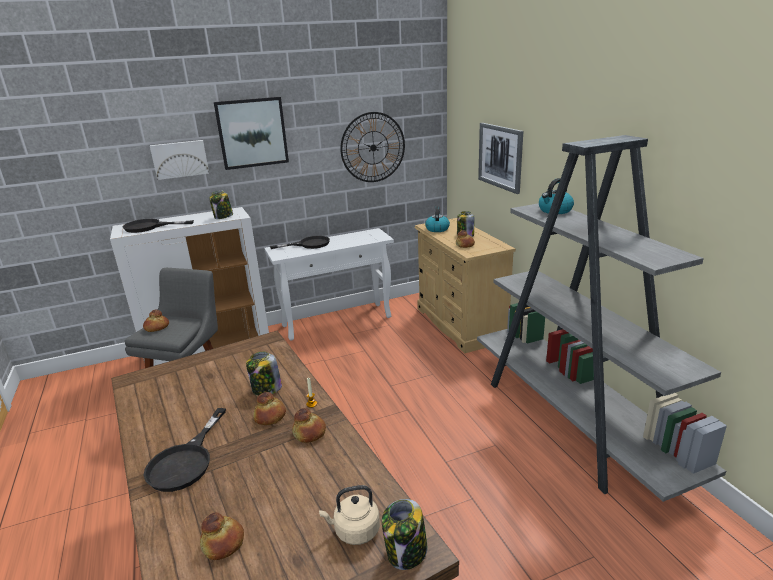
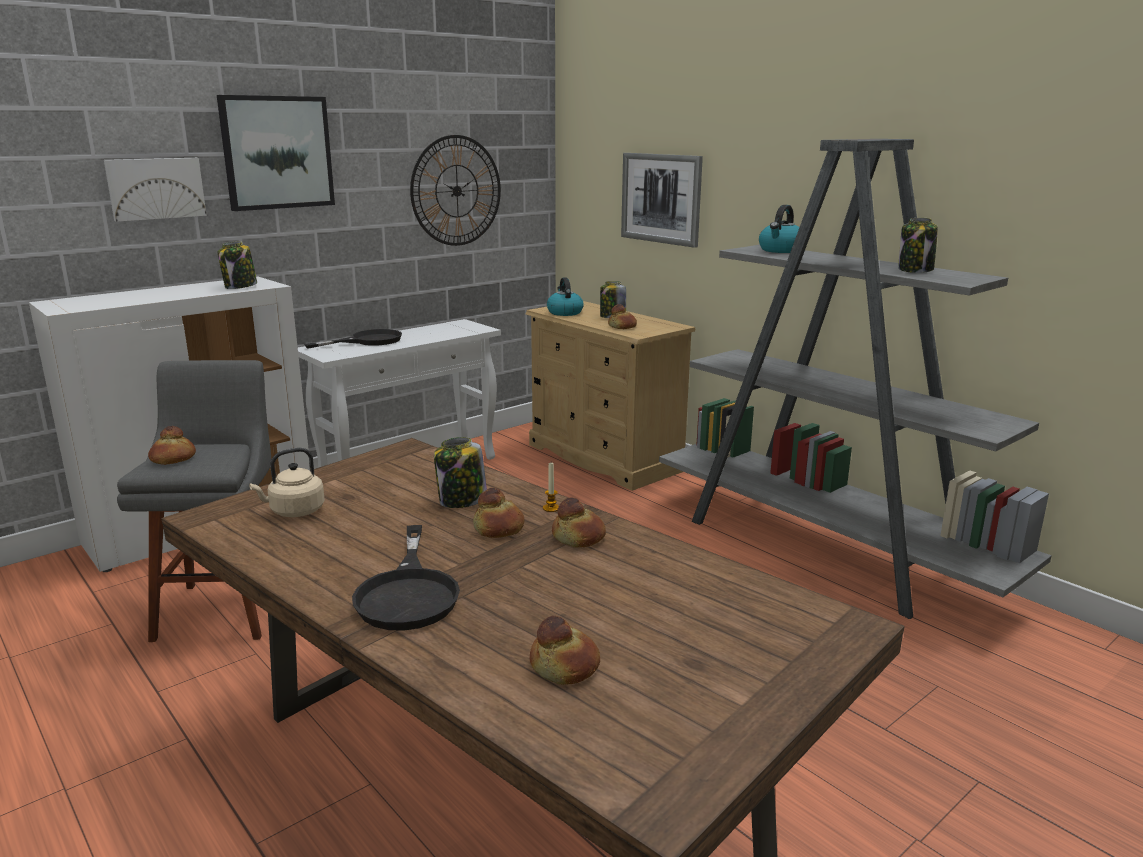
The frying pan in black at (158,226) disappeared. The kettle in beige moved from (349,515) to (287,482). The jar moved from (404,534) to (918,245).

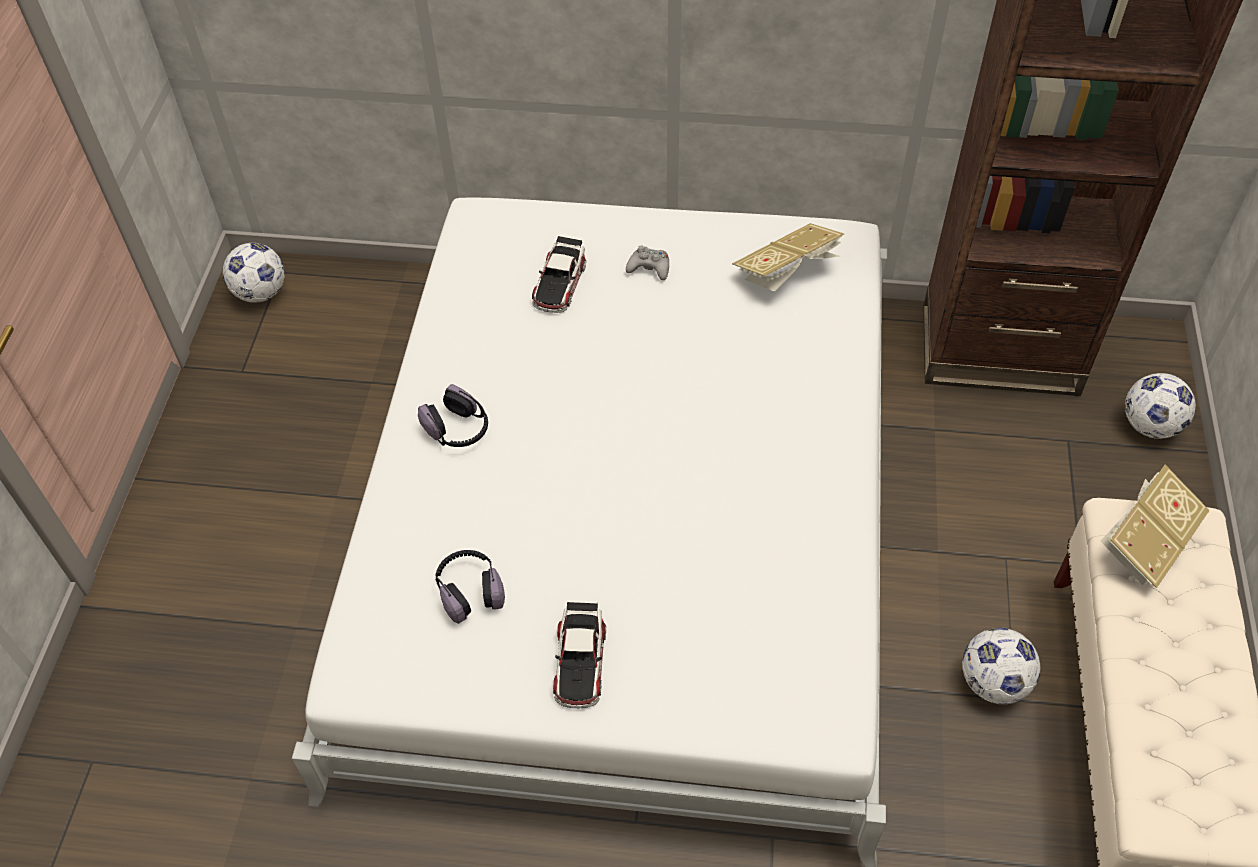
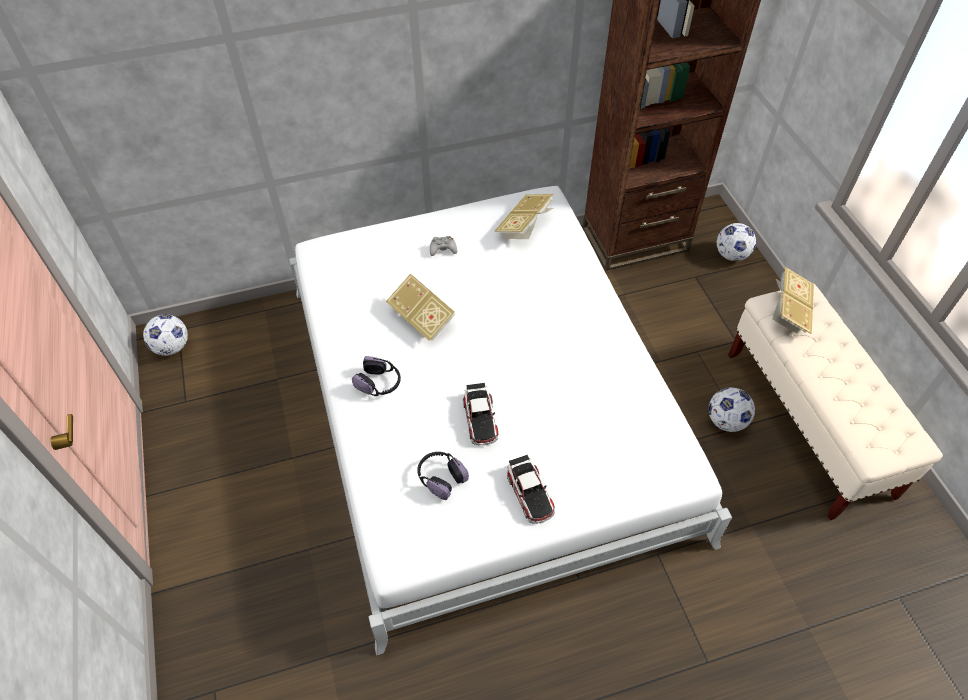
The toy car moved from (559,274) to (480,414). The book at (420,307) appeared.

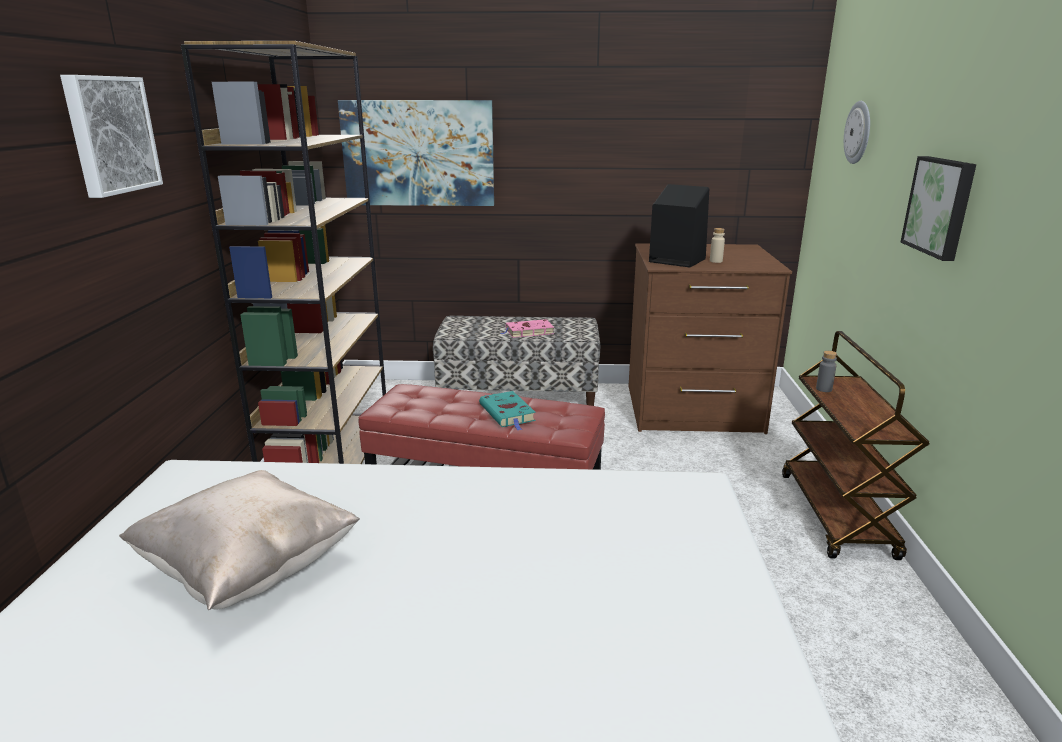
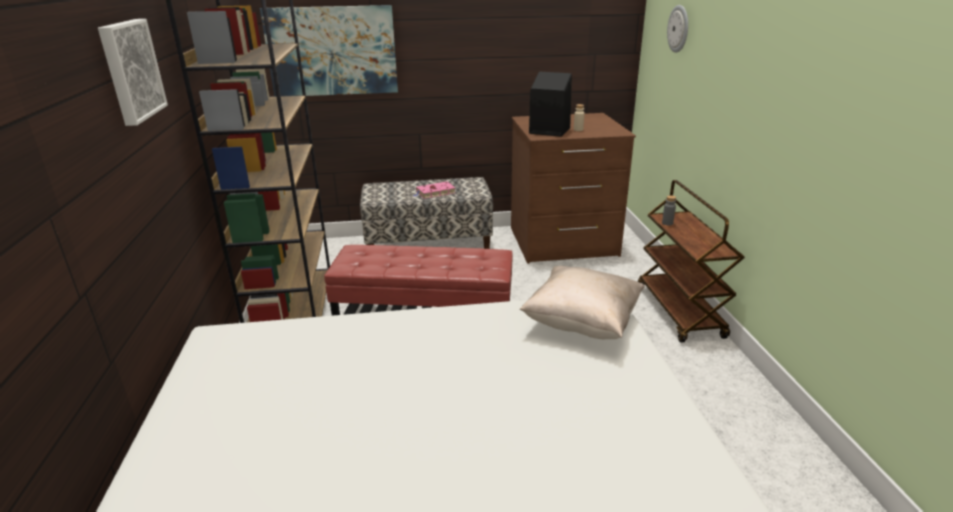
The pillow in beige moved from (239,540) to (582,302). The book in turquoise at (507,410) disappeared. The picture at (938,208) disappeared.

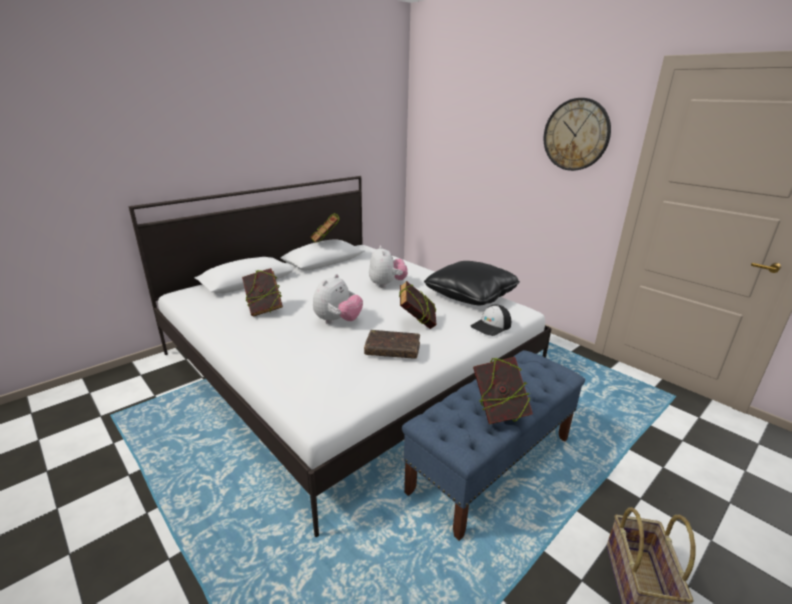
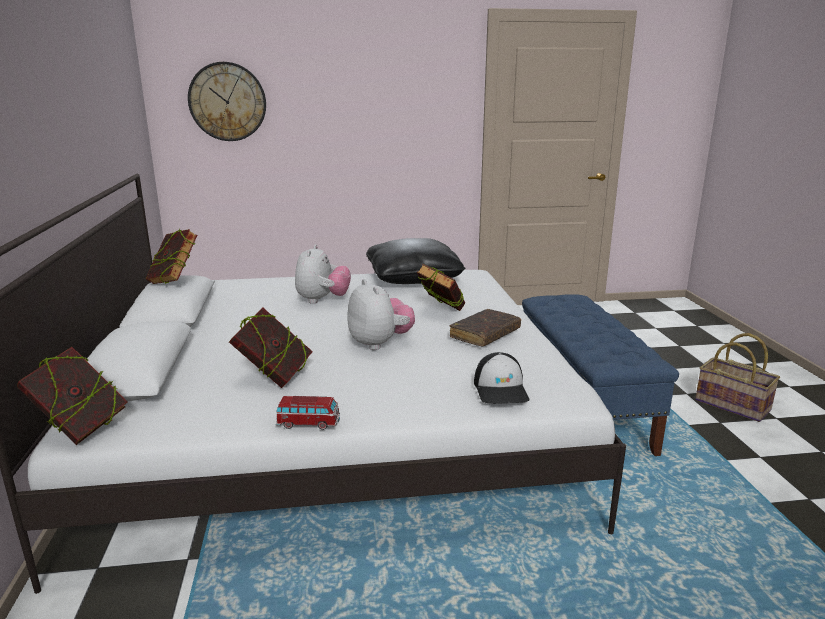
The plush toy at (388,266) turned 75 degrees clockwise. The cap moved from (491,320) to (502,378). The book moved from (503,390) to (72,396). The wall clock moved from (577,134) to (227,101). The toy car at (307,413) appeared.

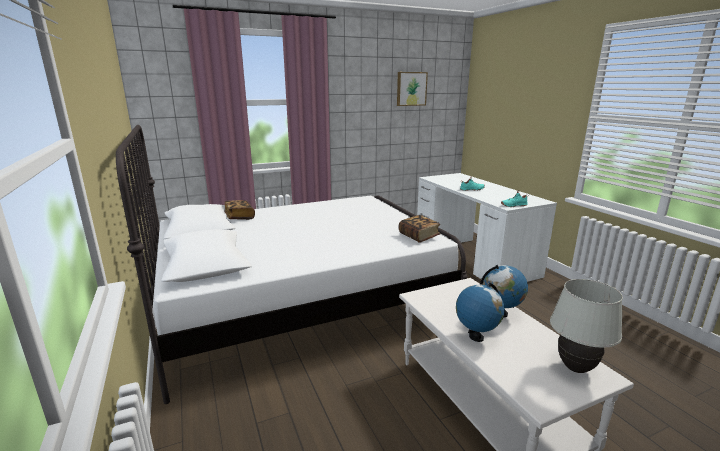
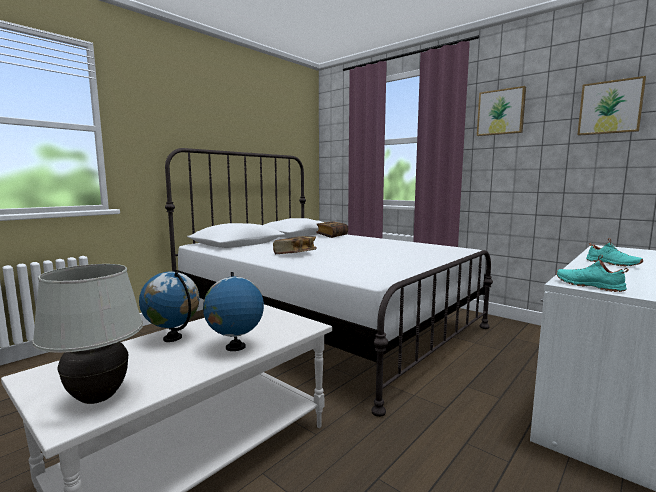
The book moved from (420,229) to (295,245). The picture at (501,111) appeared.

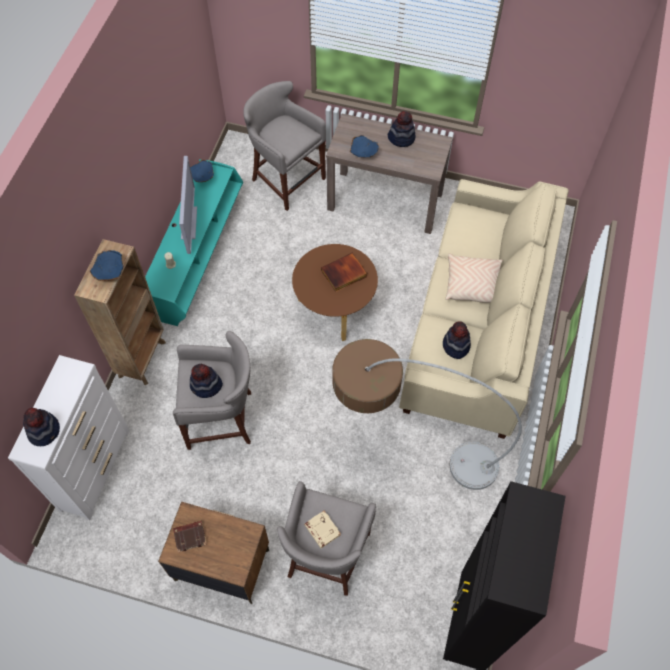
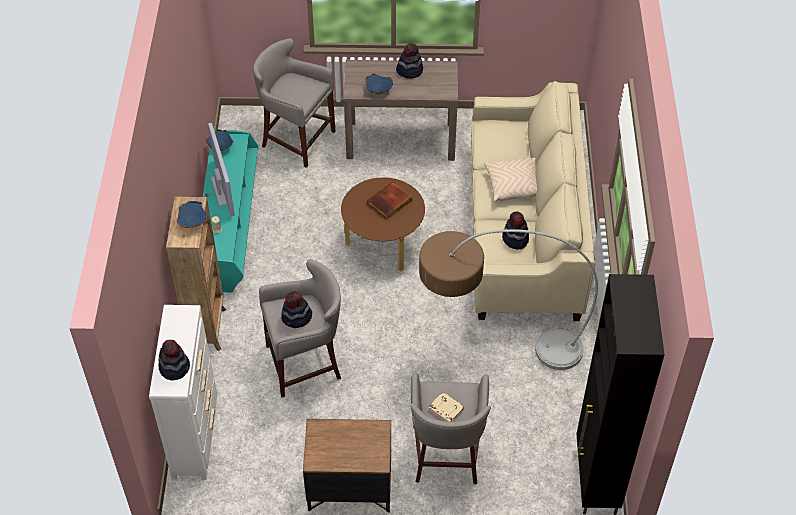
The book in brown at (190,536) disappeared.

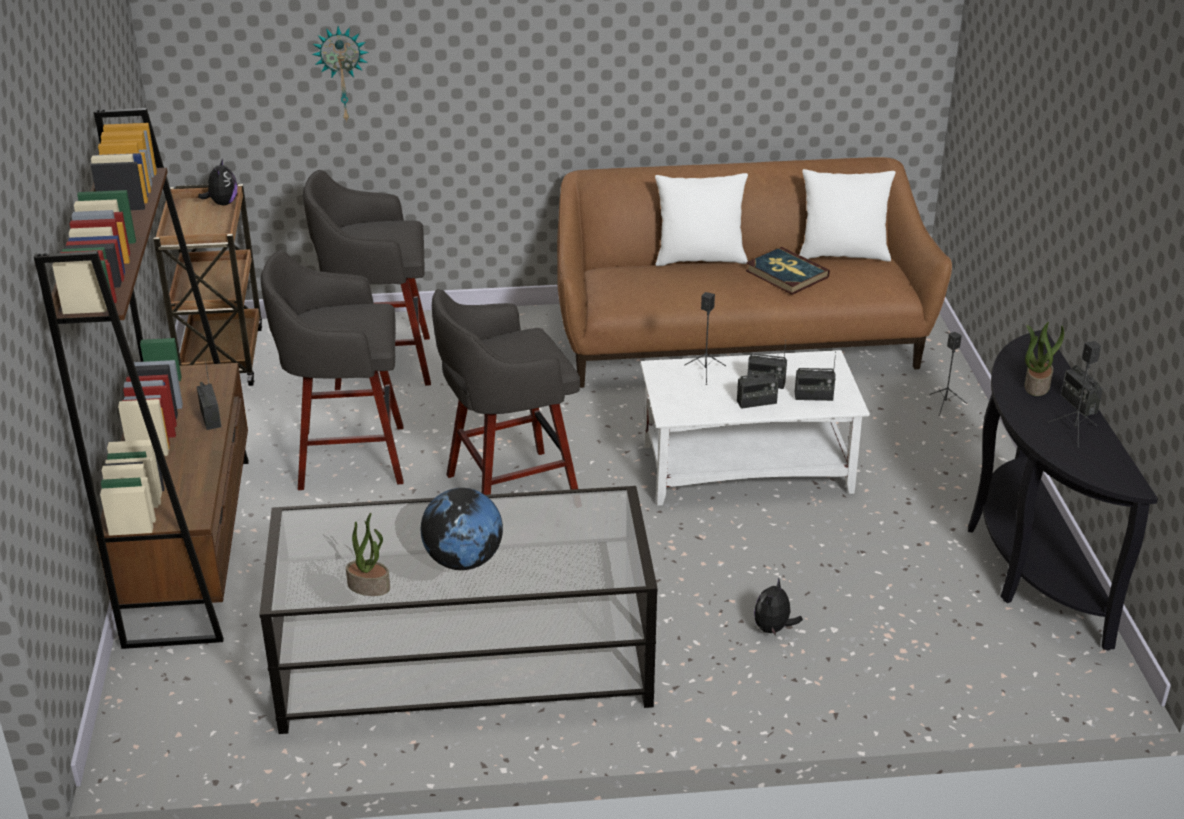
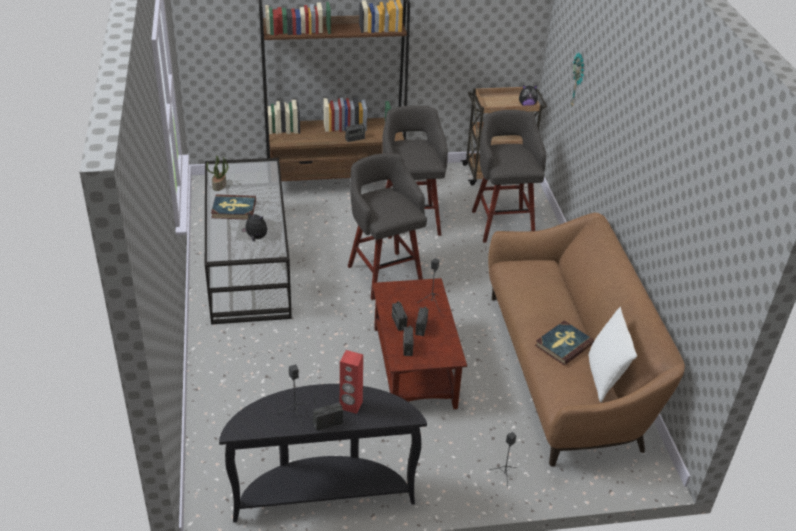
The globe at (462,529) was replaced by the book at (233,207). The coffee table in white at (755,428) became the coffee table in brown at (419,343). The pillow in white at (701,219) disappeared. The plush toy moved from (778,606) to (254,227). The potted plant at (1044,359) was replaced by the speaker in red at (351,382).

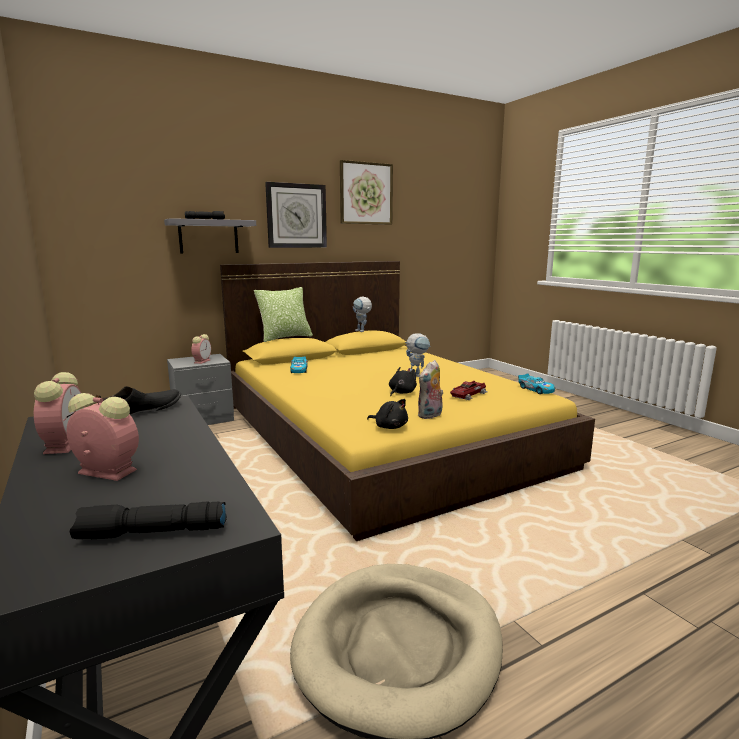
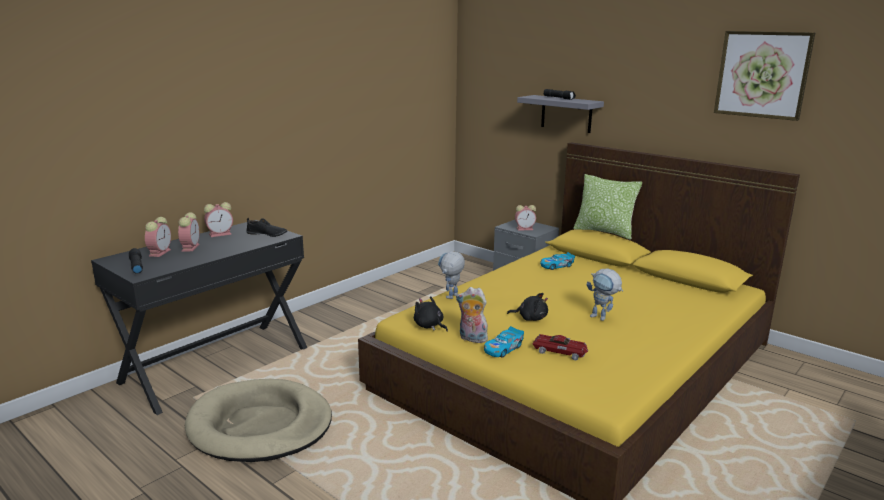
The wall clock at (296,215) disappeared. The toy robot moved from (362,314) to (451,275). The plush toy in black at (387,414) turned 120 degrees clockwise. The toy car moved from (536,383) to (504,342). The alarm clock at (158,237) appeared.

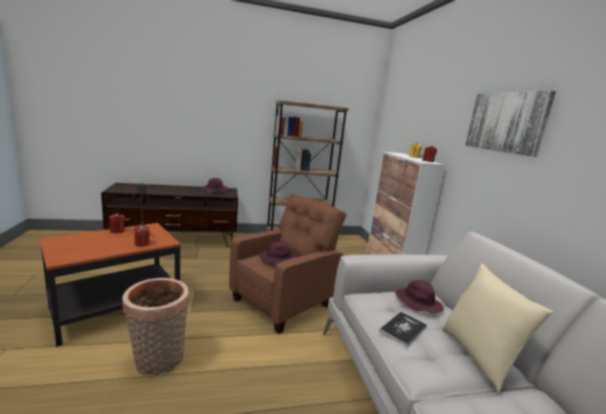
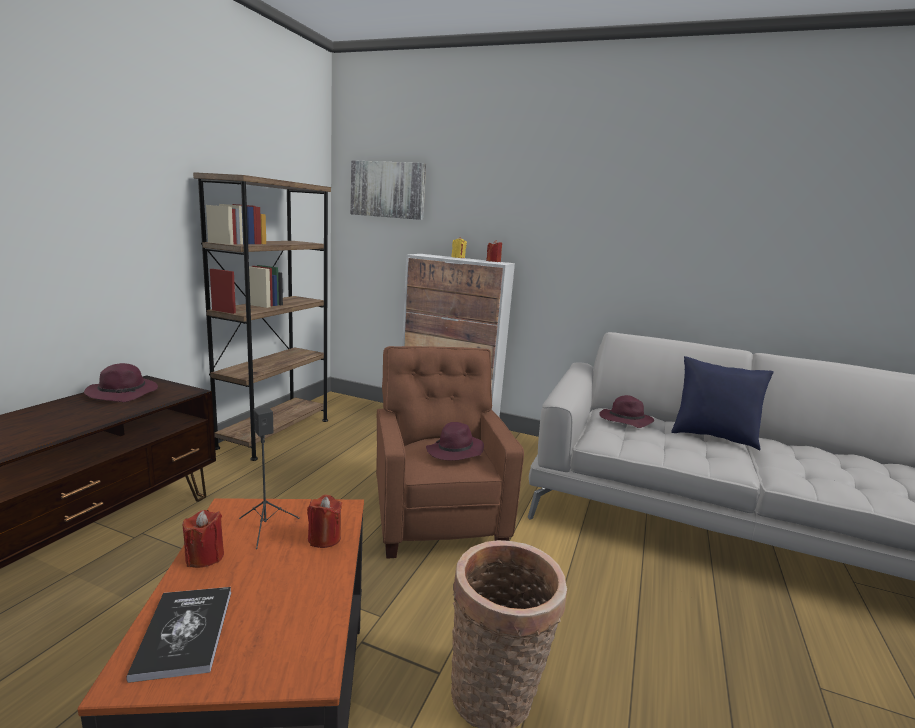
The book moved from (403,329) to (178,635). The pillow in beige at (497,328) became the pillow in blue at (722,403). The picture moved from (510,123) to (388,190).

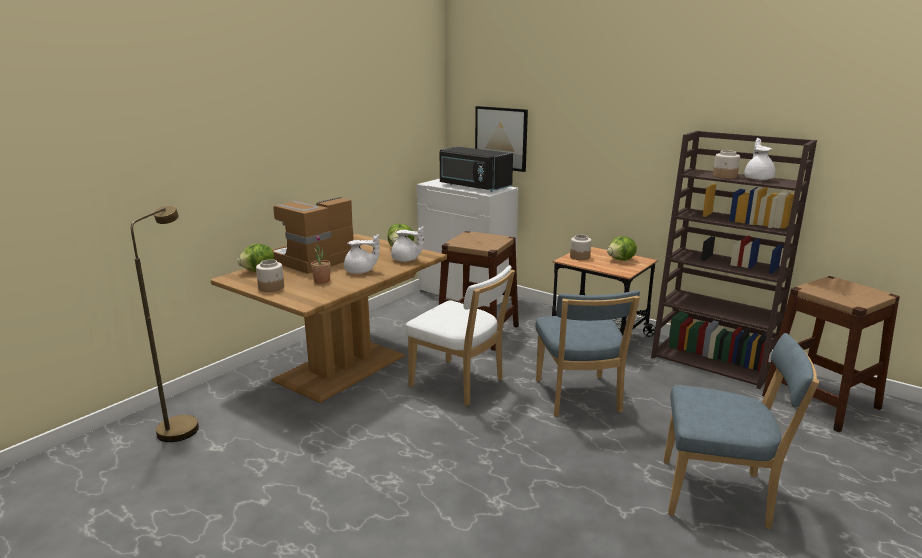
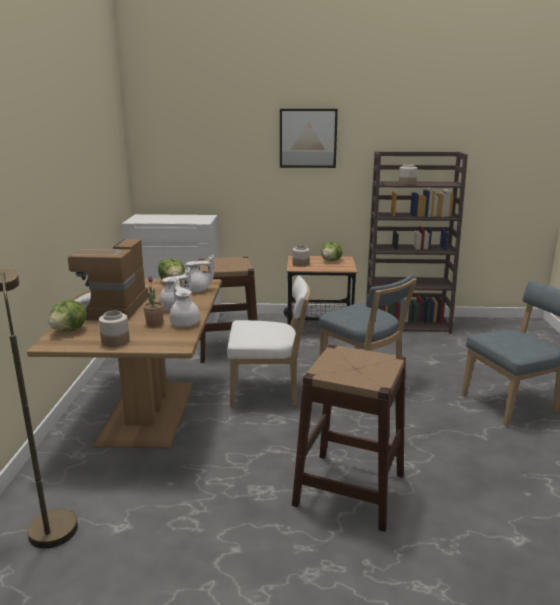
The microwave in black at (476,169) disappeared. The picture moved from (501,139) to (309,138). The teapot in white moved from (759,159) to (184,302). The stool in brown moved from (831,354) to (349,438).

